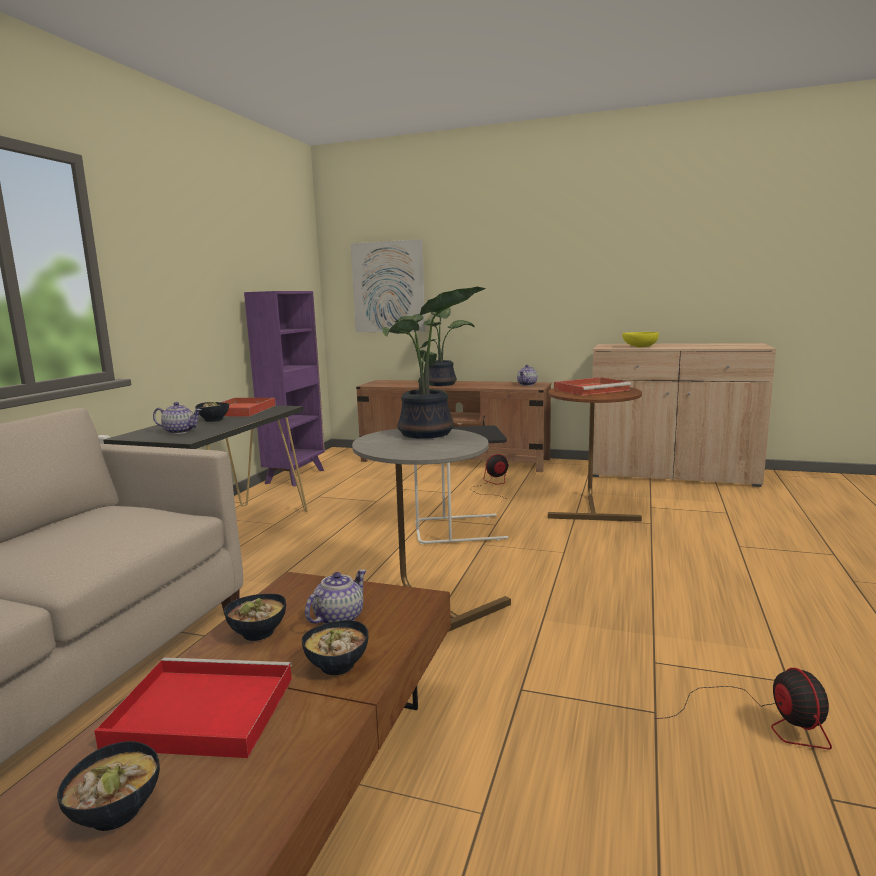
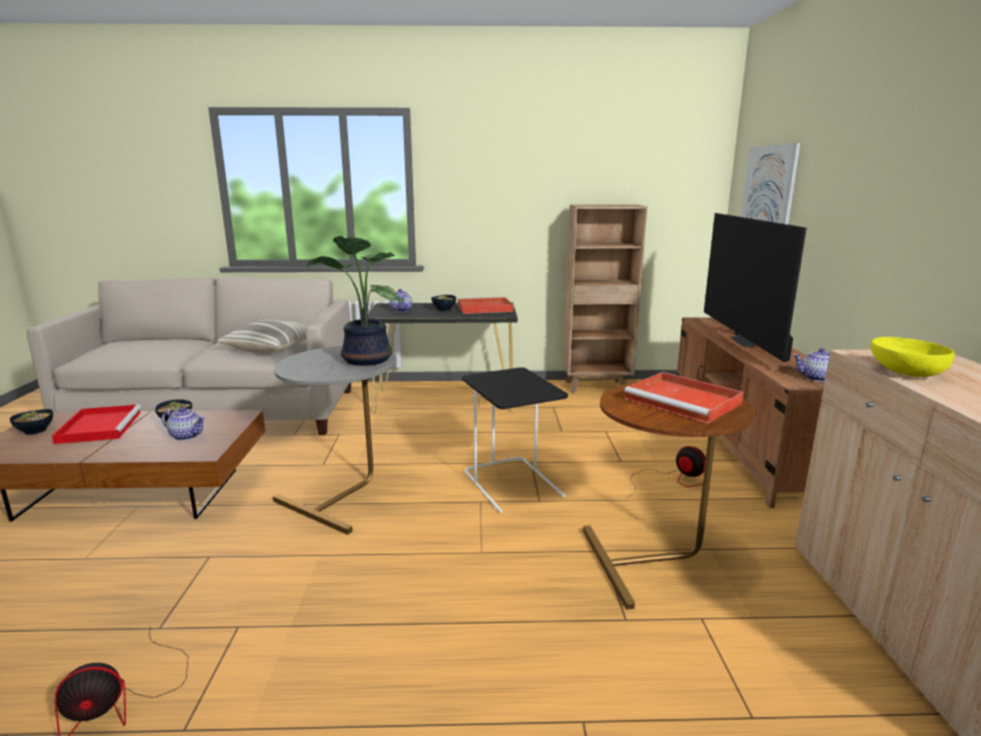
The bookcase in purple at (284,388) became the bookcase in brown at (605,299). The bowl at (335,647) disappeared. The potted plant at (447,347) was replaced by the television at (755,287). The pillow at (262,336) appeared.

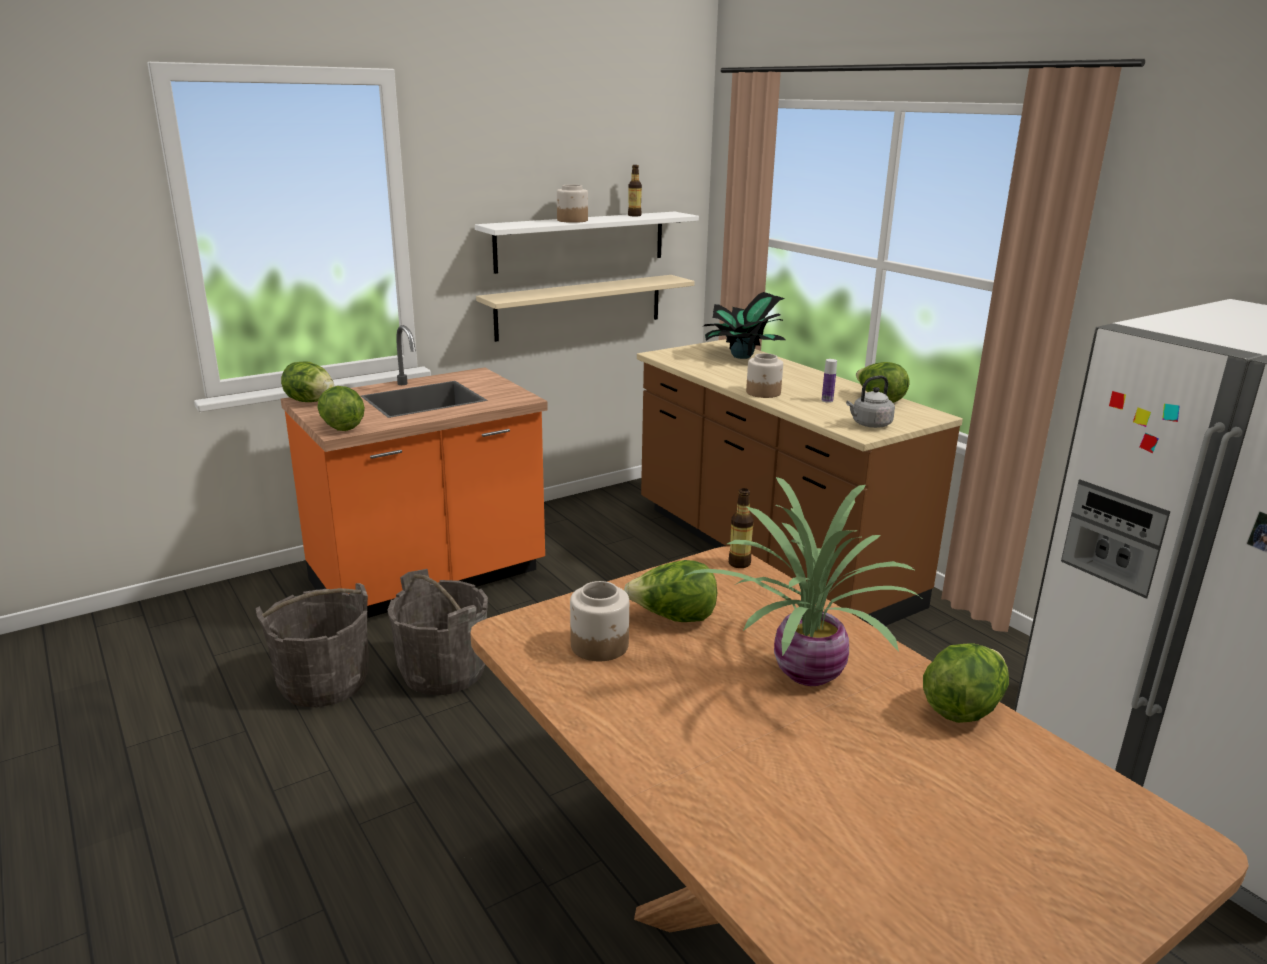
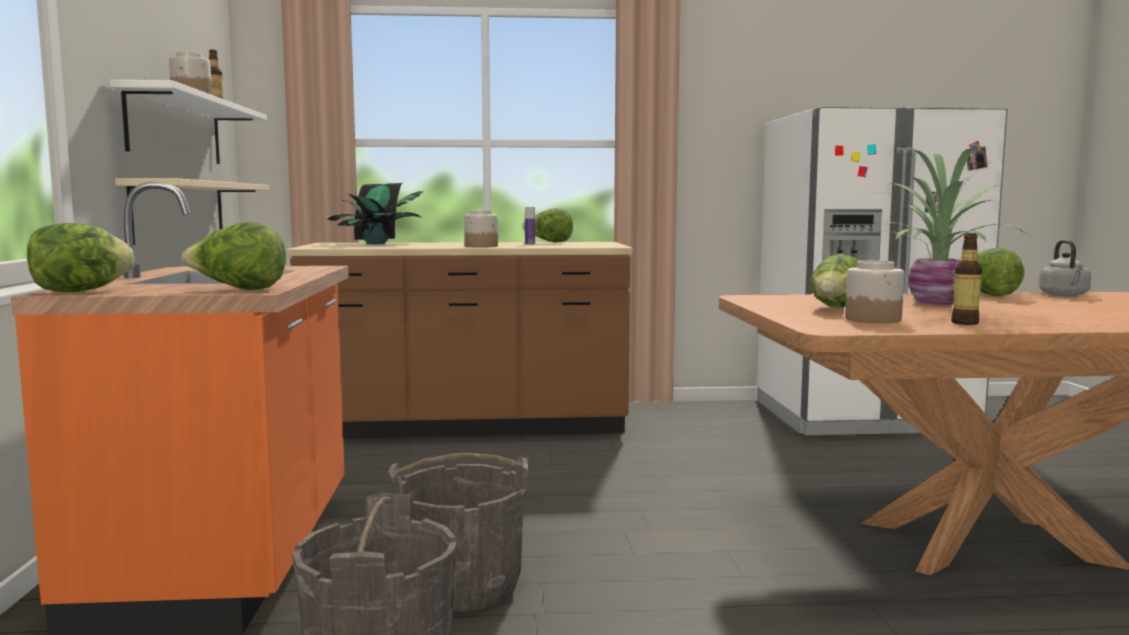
The bottle moved from (741,528) to (966,279). The kettle in grey moved from (870,401) to (1065,268).

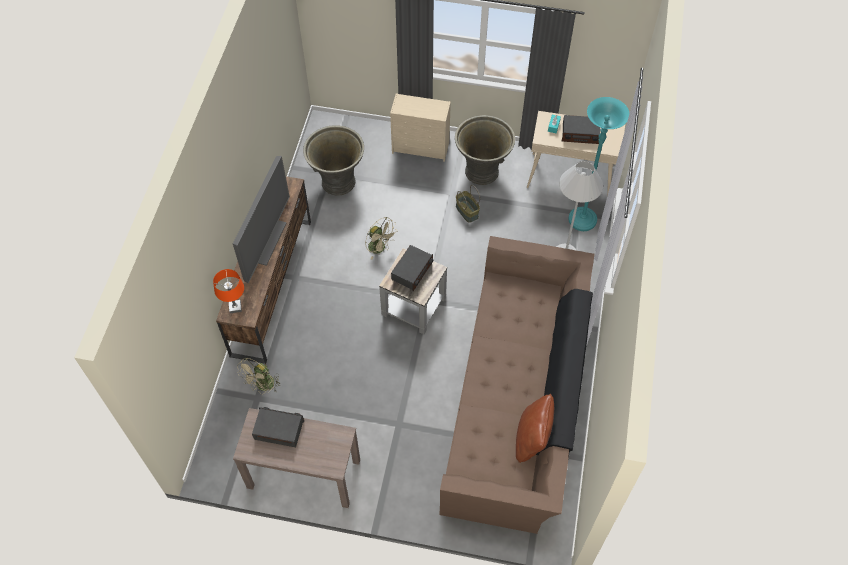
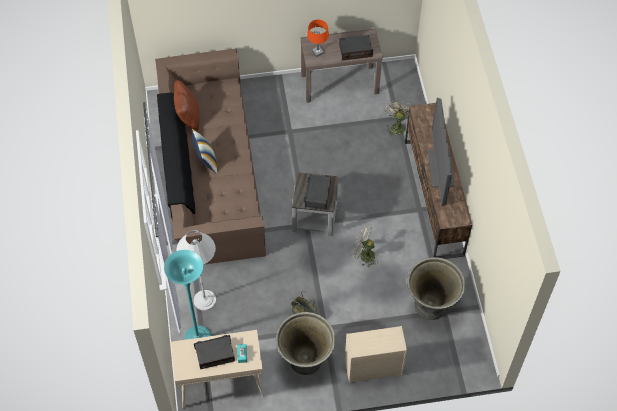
The table lamp in orange moved from (228,291) to (318,38). The pillow at (204,151) appeared.

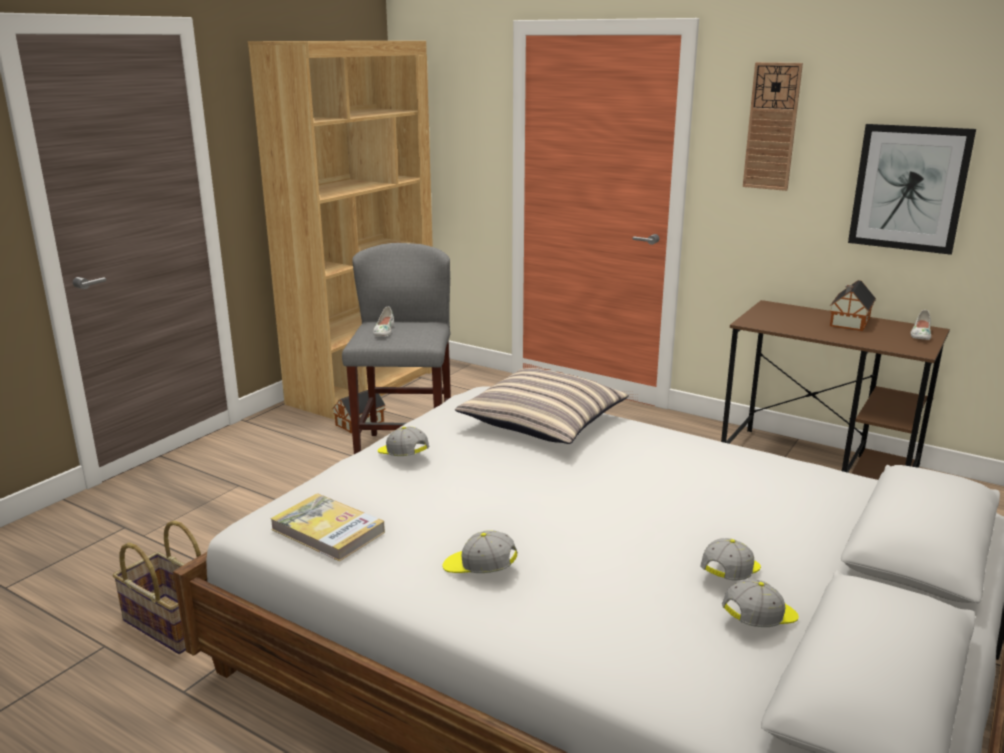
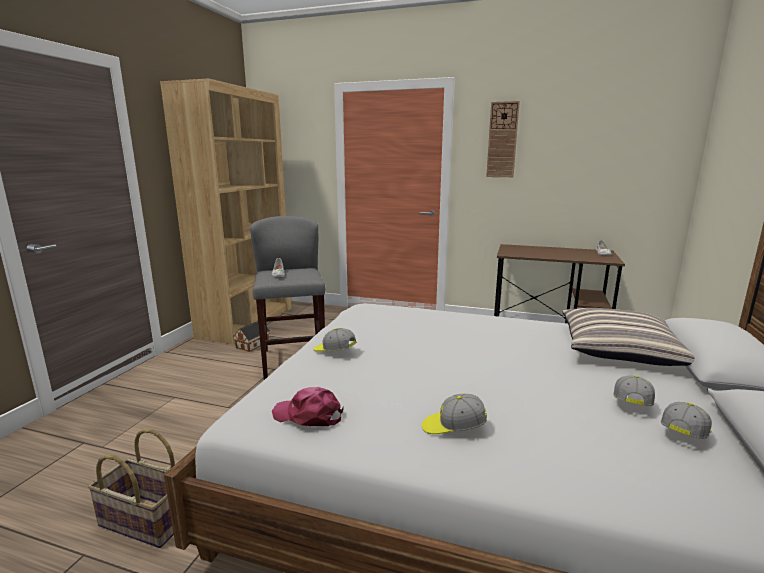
The book at (327,527) was replaced by the cap in pink at (308,406). The pillow moved from (542,406) to (628,337). The toy house at (852,305) disappeared. The picture at (912,189) disappeared.

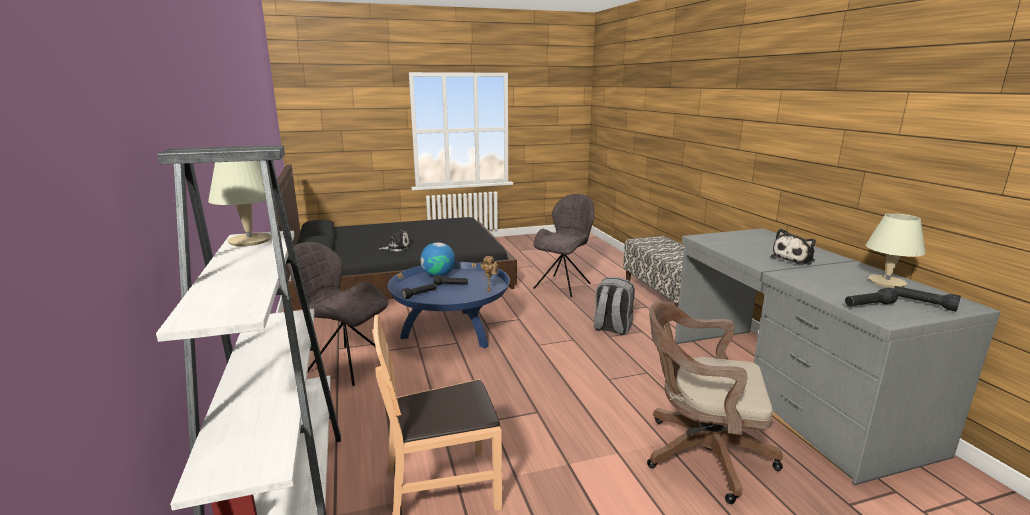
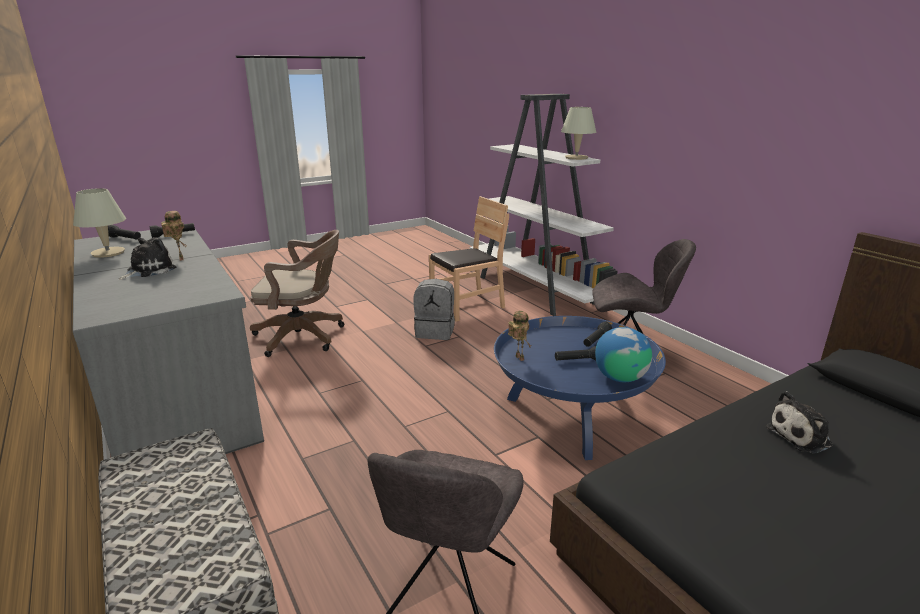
The backpack in grey moved from (614,306) to (434,309). The toy robot at (173,236) appeared.

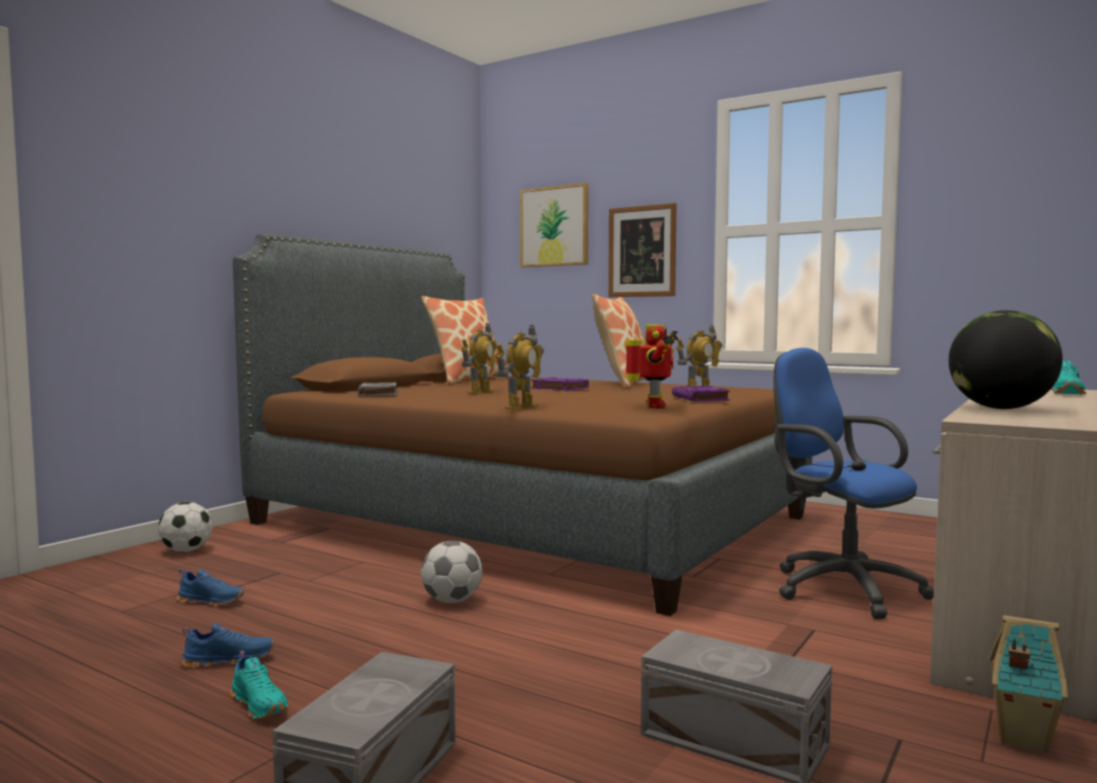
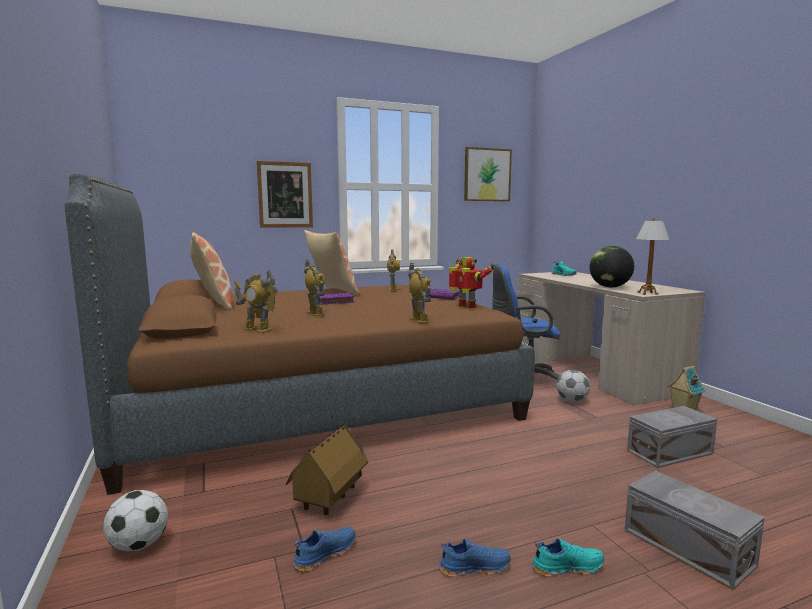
The shoe in blue at (227,645) turned 60 degrees clockwise. The book in grey at (377,389) was replaced by the toy robot at (256,301). The football moved from (451,572) to (573,386). The picture moved from (554,225) to (488,174). The toy house at (327,470) appeared. The table lamp at (652,256) appeared.

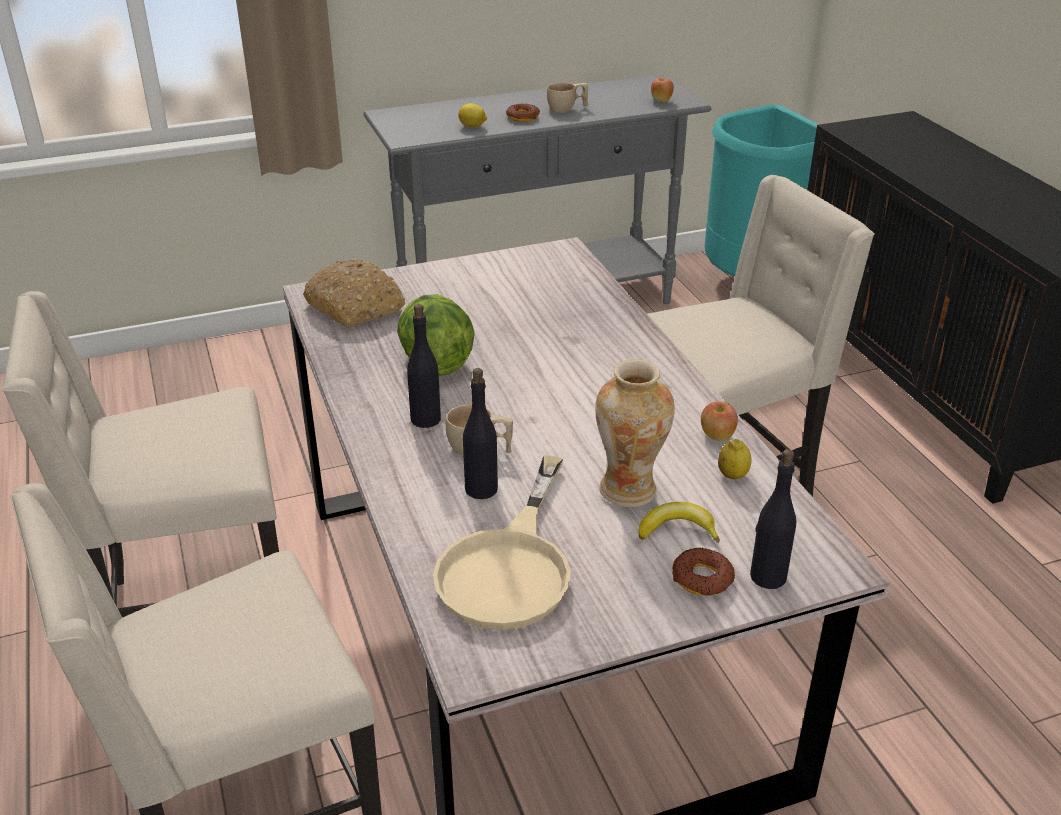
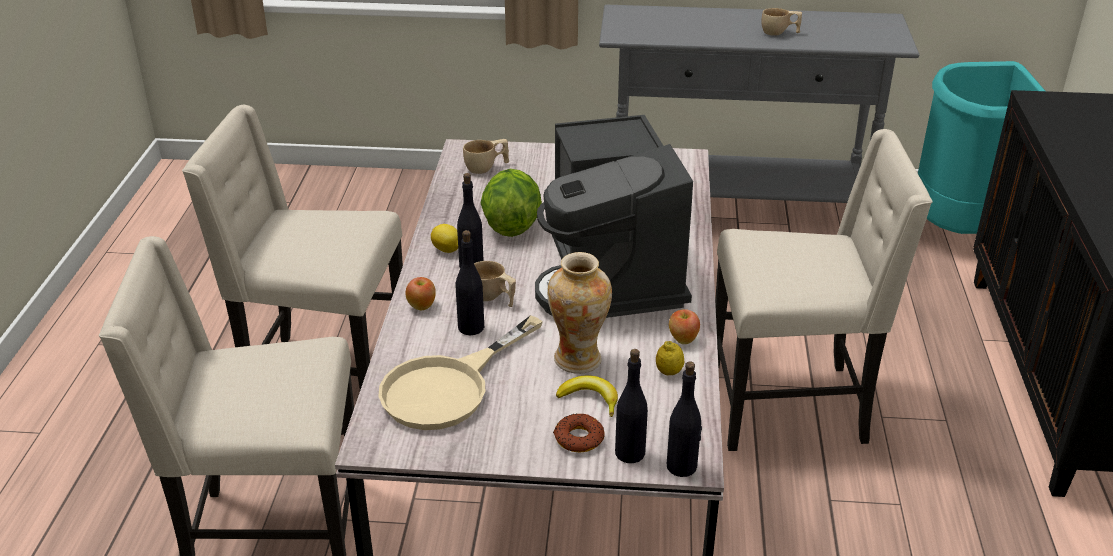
The bread at (354,293) was replaced by the cup in beige at (486,156). The lemon moved from (472,115) to (444,238). The donut at (523,113) disappeared. The apple moved from (662,90) to (420,293). The coffee machine at (614,216) appeared. The bottle in black at (684,419) appeared.

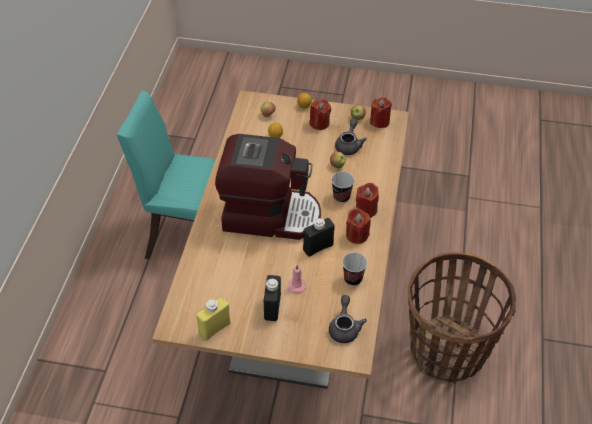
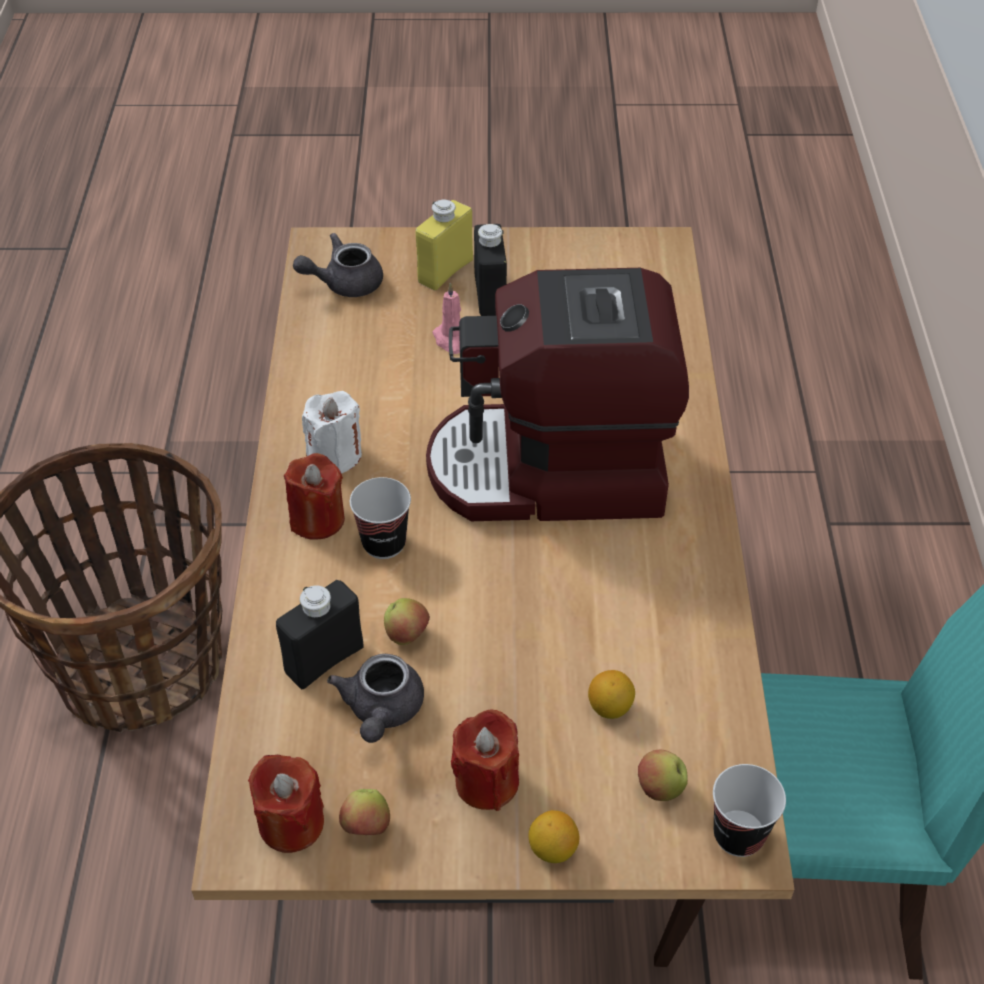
The bottle in yellow moved from (213,319) to (444,244). The bottle in black moved from (319,237) to (320,634). The teapot in grey at (348,319) turned 75 degrees clockwise. The cup moved from (354,269) to (749,810). The candle in red at (358,226) became the candle in white at (332,432).

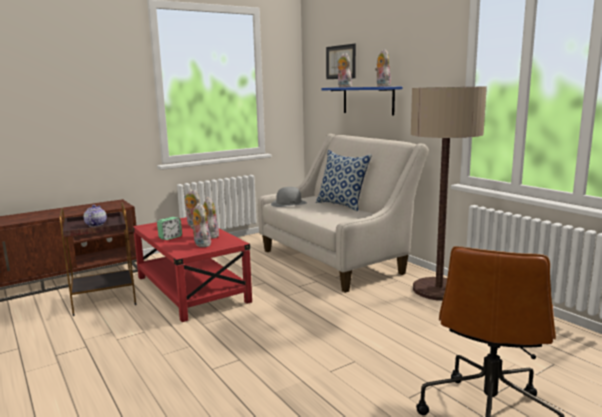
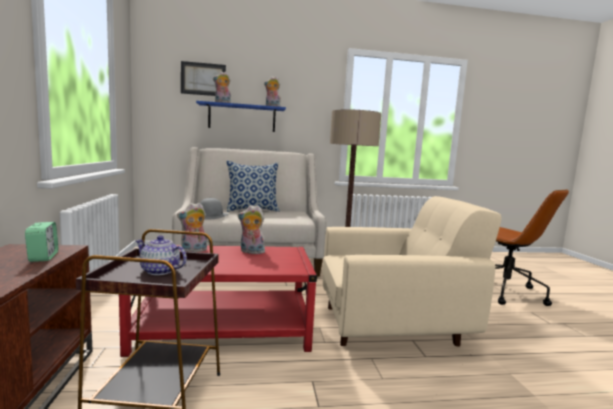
The alarm clock moved from (169,228) to (41,242). The plush toy at (201,225) disappeared. The armchair in beige at (412,271) appeared.

